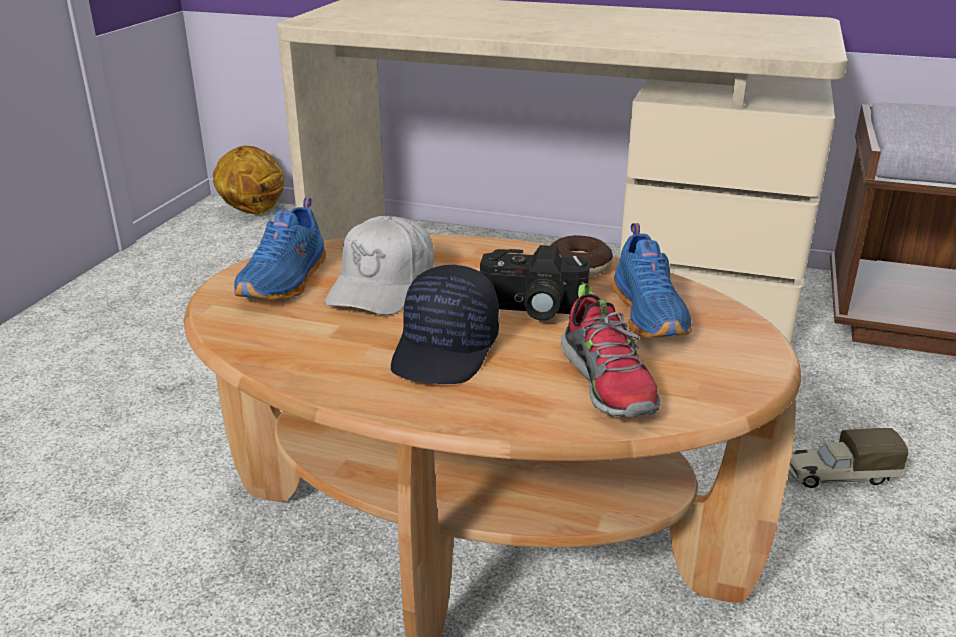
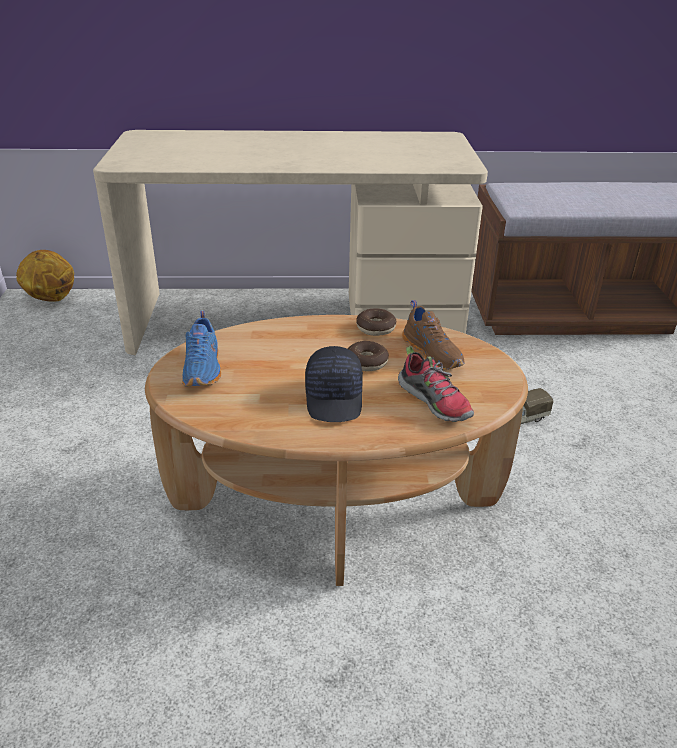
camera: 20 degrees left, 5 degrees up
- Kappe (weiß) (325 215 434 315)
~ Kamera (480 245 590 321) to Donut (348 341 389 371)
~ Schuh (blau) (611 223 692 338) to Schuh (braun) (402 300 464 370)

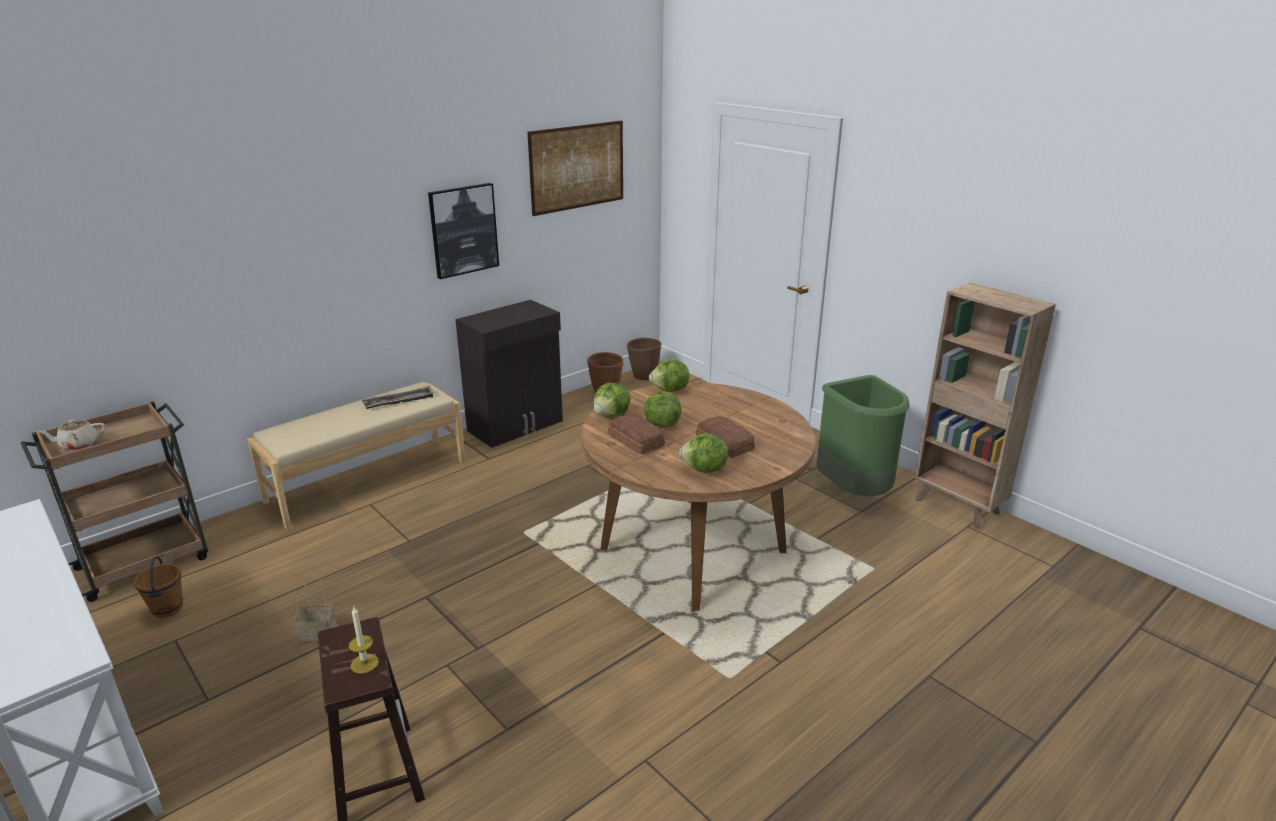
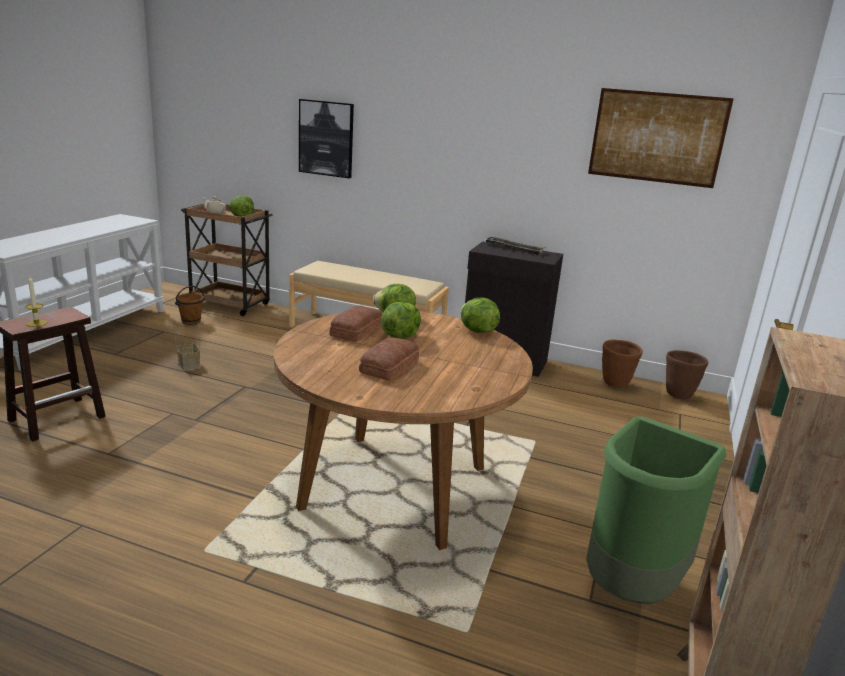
camera: 60 degrees right, 5 degrees down
~ Tablett (361 386 435 409) to (484 236 546 255)
~ Bild (428 183 499 279) to (299 99 354 178)
~ Salatkopf (679 434 728 473) to (229 195 254 217)

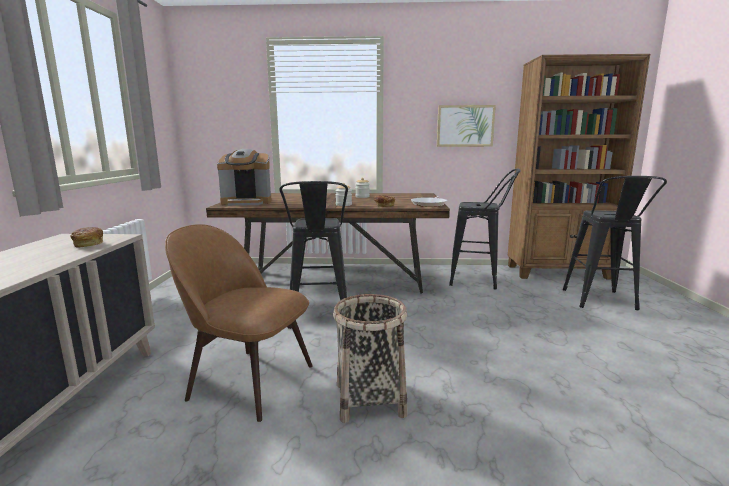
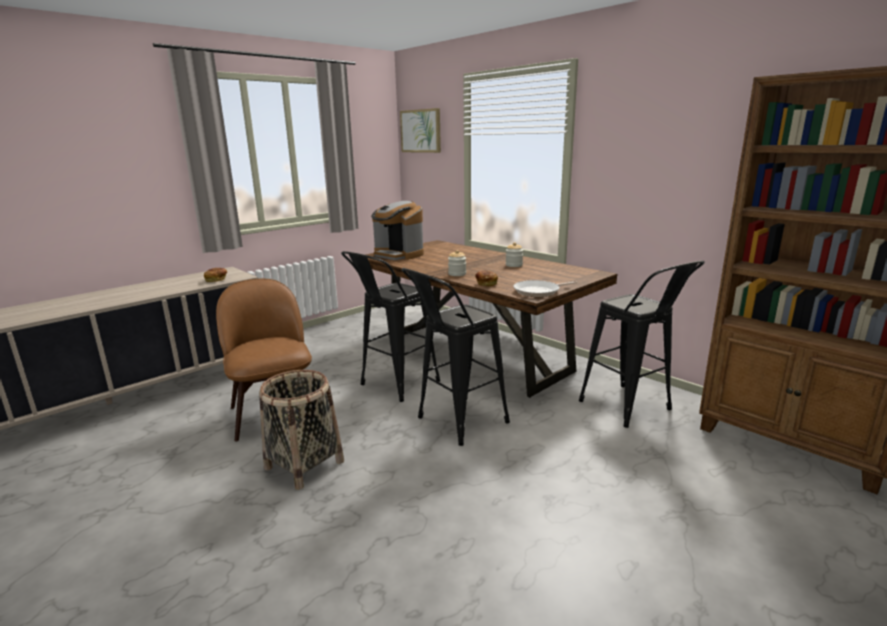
camera: 45 degrees right, 5 degrees up
~ Bild (437 105 496 147) to (400 108 441 153)
~ Hocker (schwarz) (563 176 667 310) to (401 268 510 446)

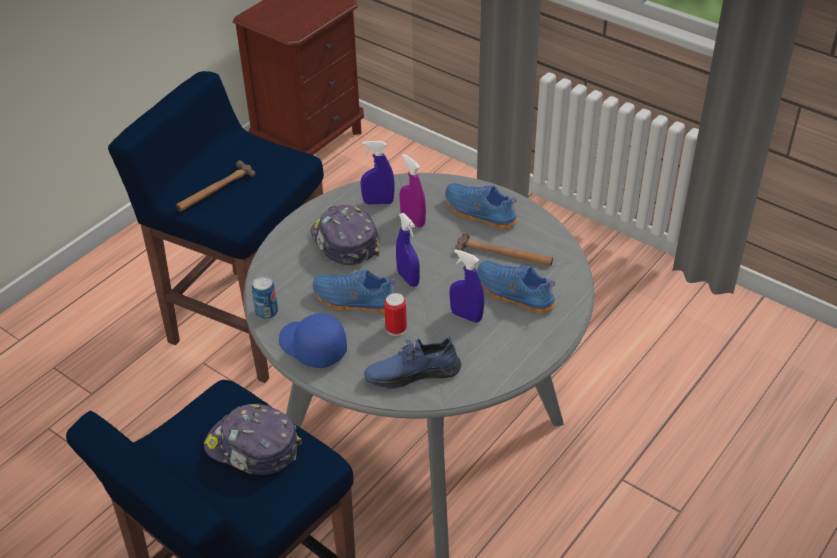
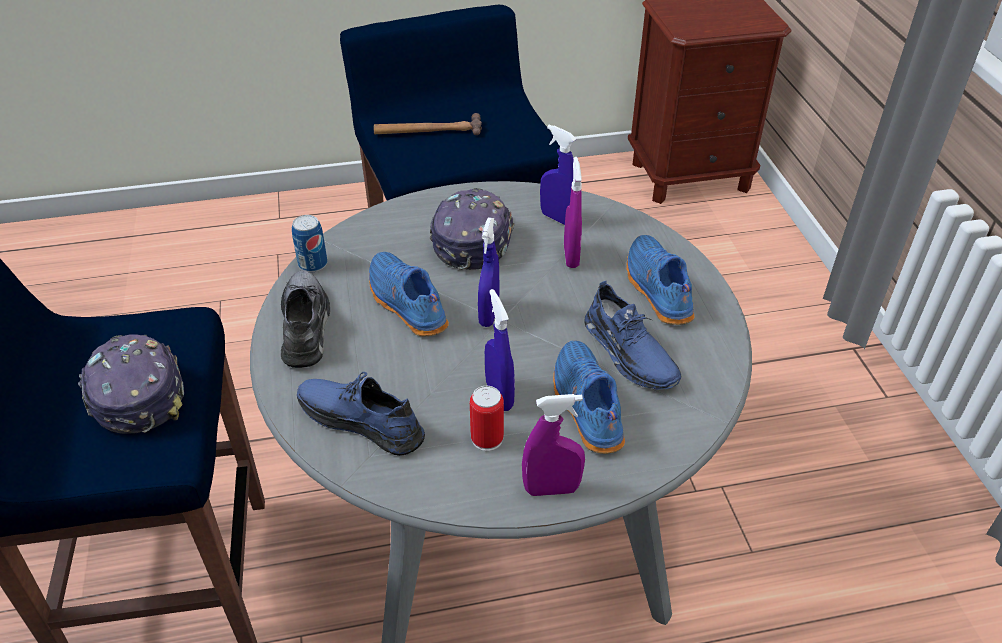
camera: 40 degrees right, 0 degrees up
+ Sprühflasche (lila) (522 394 585 496)
~ Dose (384 293 407 336) to (470 386 504 451)
~ Kappe (blau) (279 313 347 368) to Schuh (grau) (281 271 330 368)
~ Hammer (454 233 553 266) to Schuh (blau) (584 281 681 390)

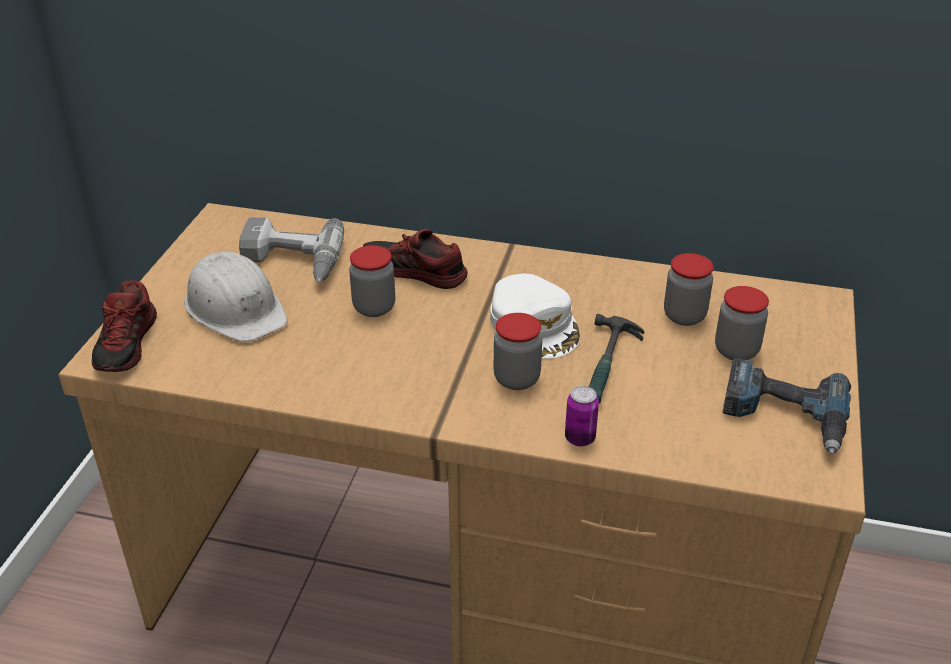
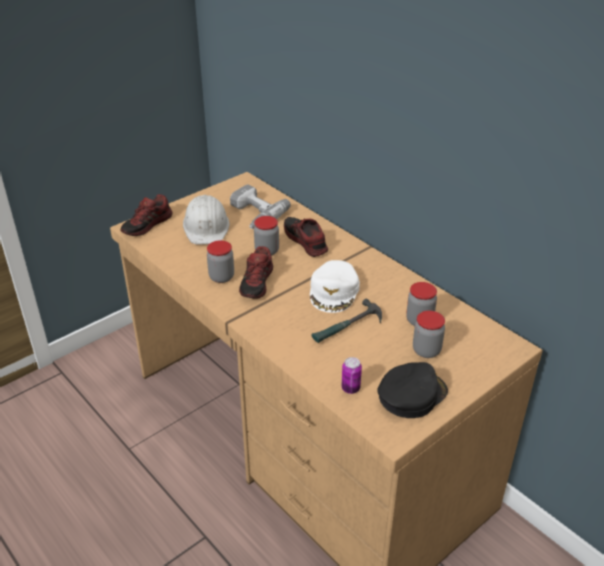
camera: 35 degrees right, 0 degrees up
+ Schuh (239 246 273 298)
~ Vorratsglas (494 313 542 390) to (207 240 234 283)
~ Dose (565 386 599 446) to (341 357 362 394)
~ Bohrmaschine (722 358 851 454) to Kappe (schwarz) (378 362 448 418)

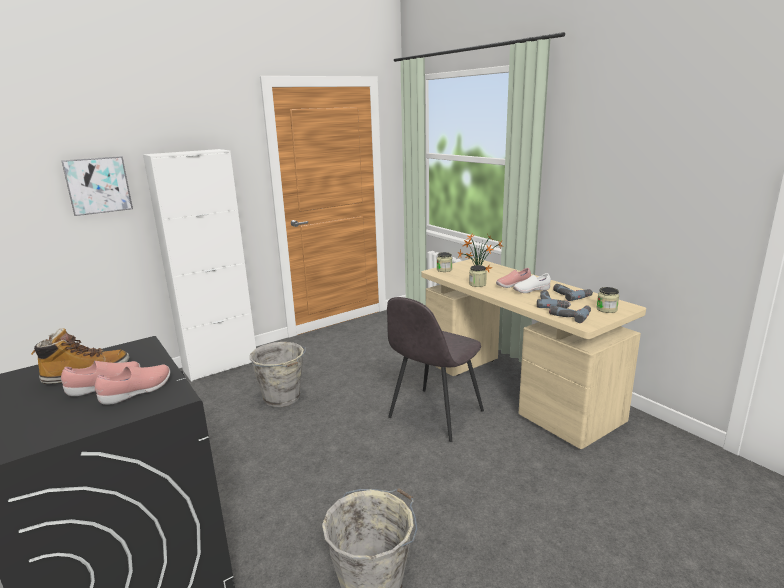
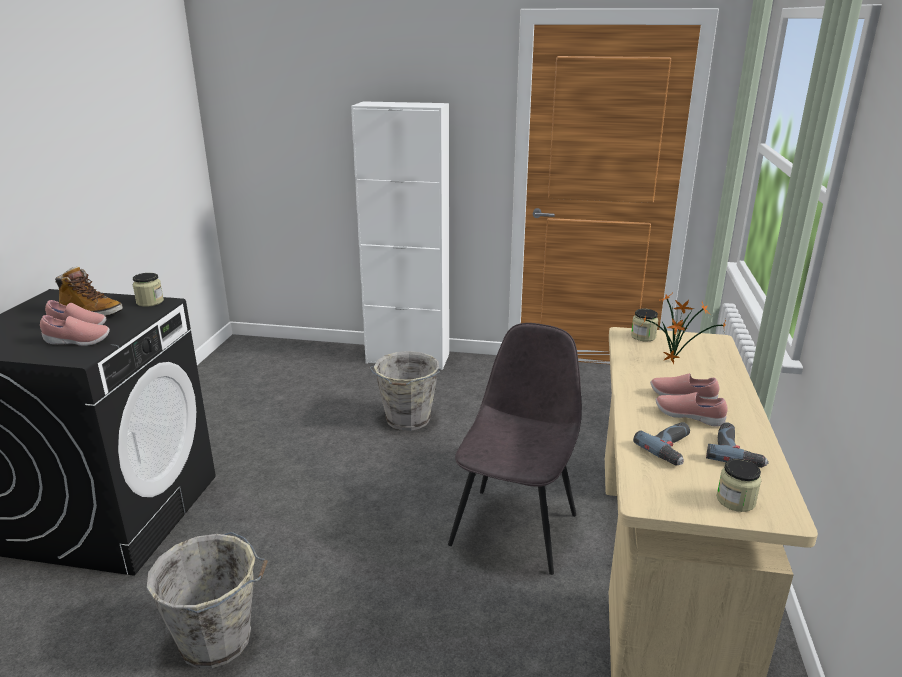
camera: 45 degrees right, 5 degrees up
- Bild (61 156 133 216)
- Bohrmaschine (549 306 591 323)
~ Vorratsglas (469 265 487 287) to (133 273 164 307)
~ Schuh (weiß) (513 273 551 293) to Schuh (rosa) (656 392 728 427)
~ Stuhl (grau) (387 297 484 442) = (448 323 582 575) 120 degrees clockwise

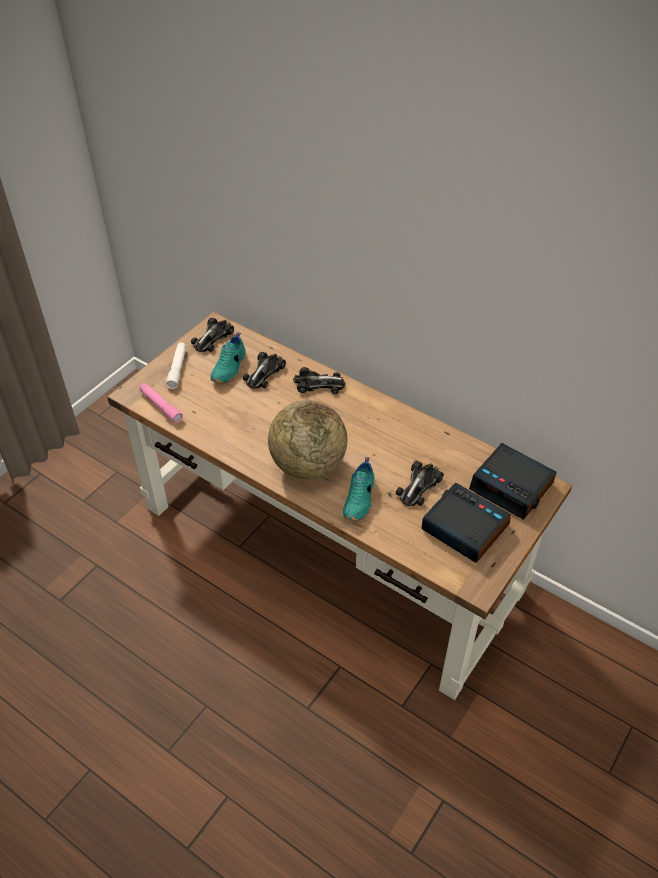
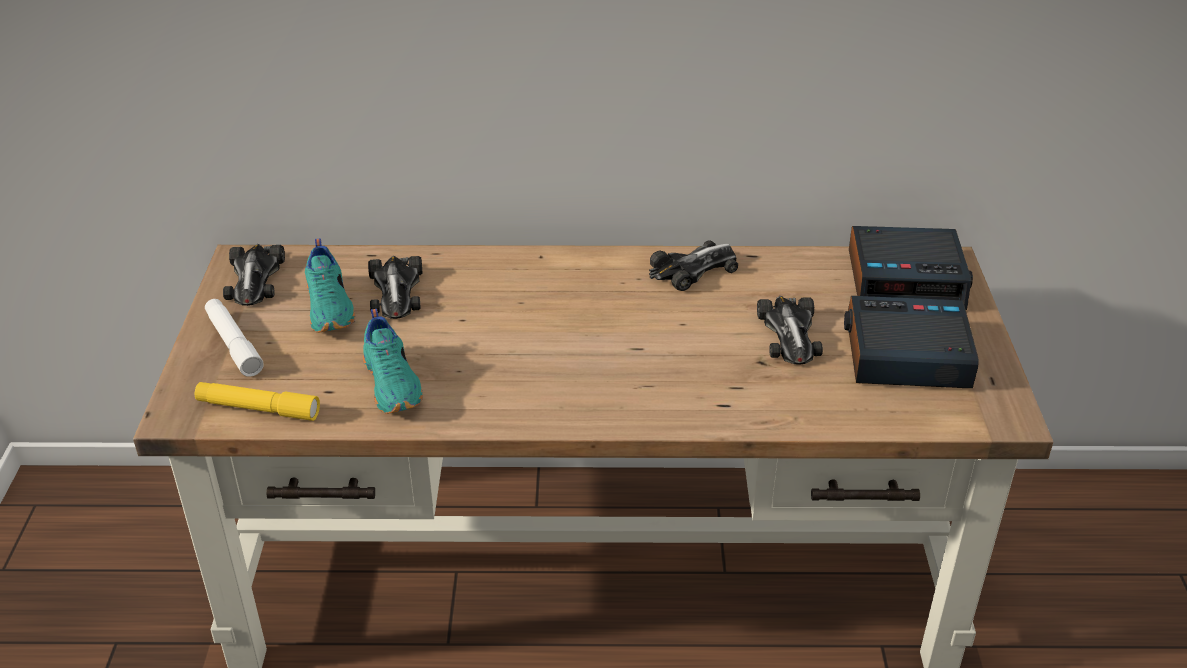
camera: 35 degrees left, 10 degrees down
- Globus (268 400 347 480)
~ Spielzeugauto (293 367 345 394) to (649 240 738 291)
~ Schuh (türkis) (343 457 374 520) to (363 309 423 414)
~ Taschenlampe (rosa) (139 383 183 423) to Taschenlampe (gelb) (195 382 320 421)

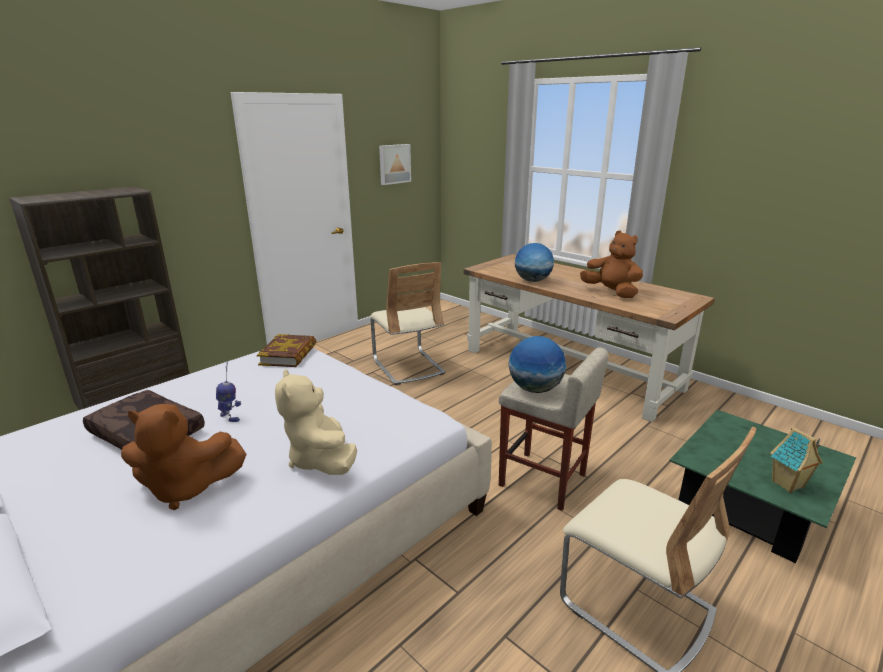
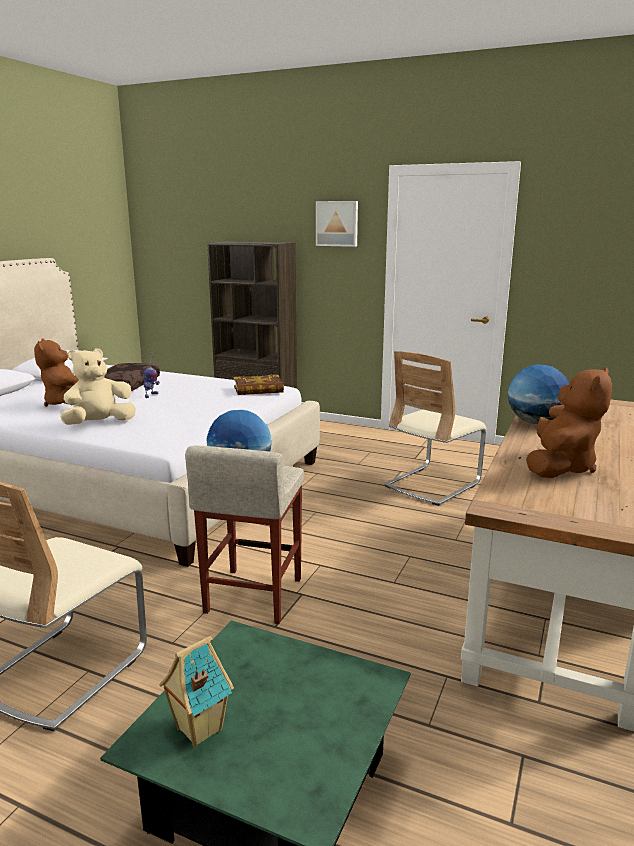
camera: 70 degrees right, 5 degrees down
~ Bild (379 144 411 185) to (316 201 358 247)

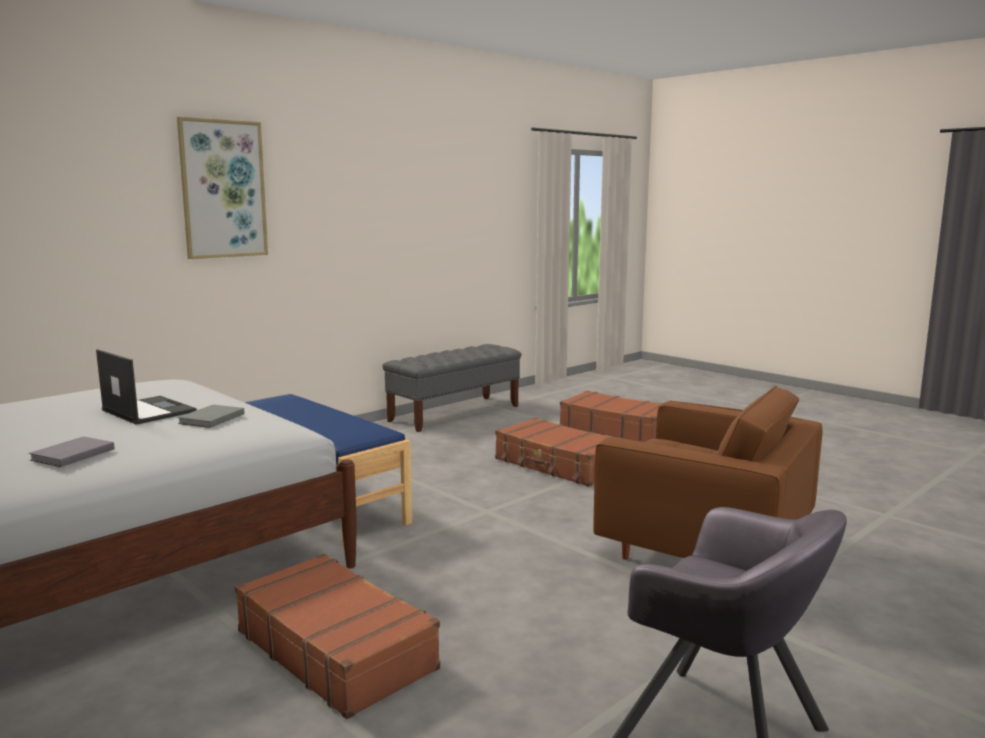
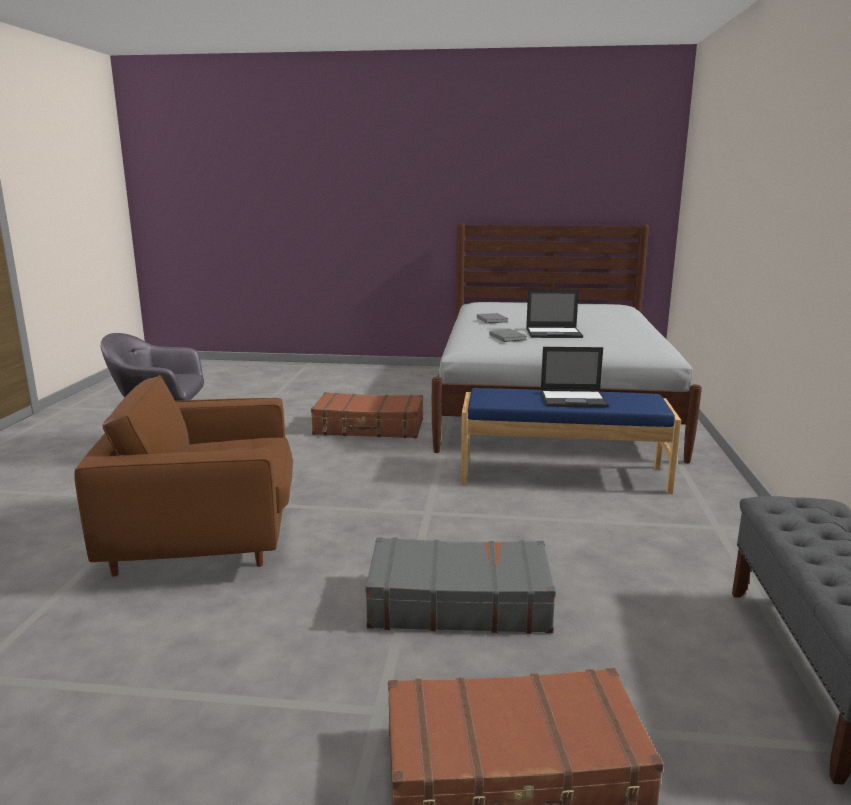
camera: 140 degrees right, 5 degrees up
- Bild (177 117 268 259)
+ Laptop (541 347 609 408)
~ Koffer (braun) (495 418 610 487) to Koffer (grau) (365 537 556 634)

